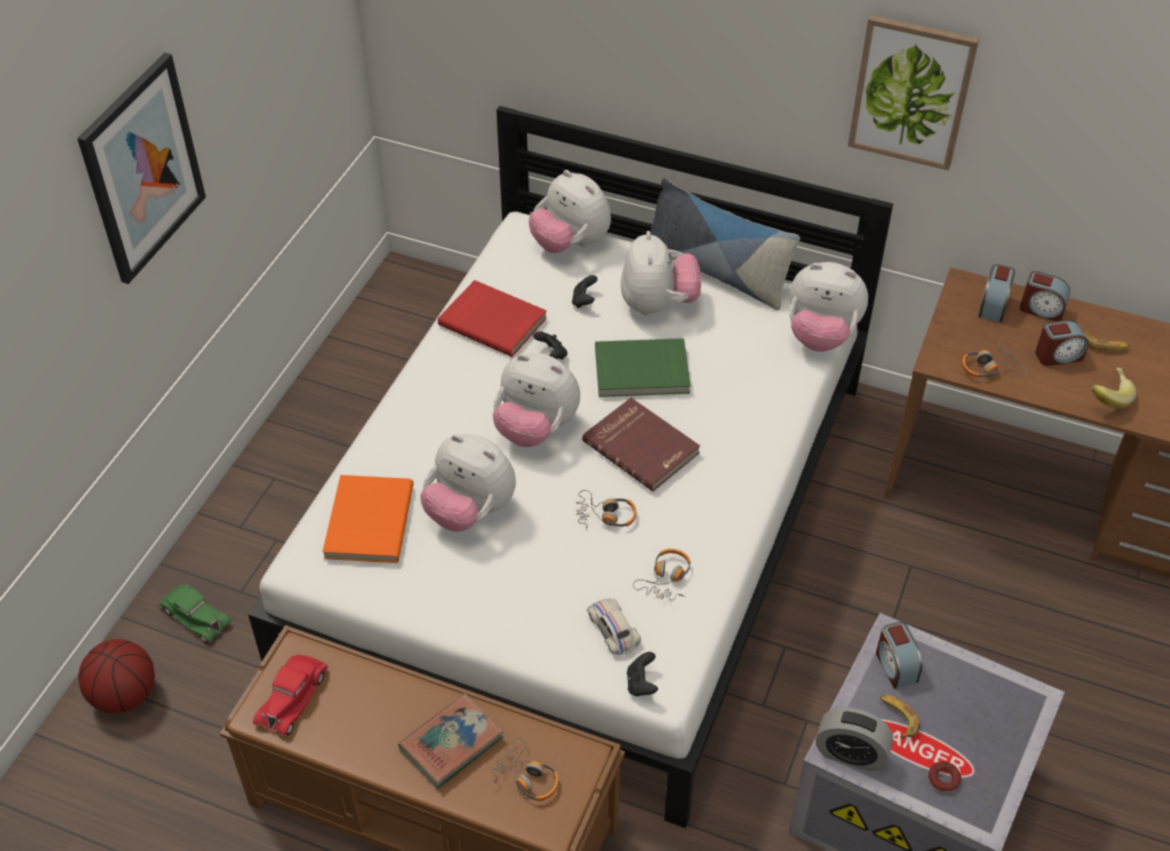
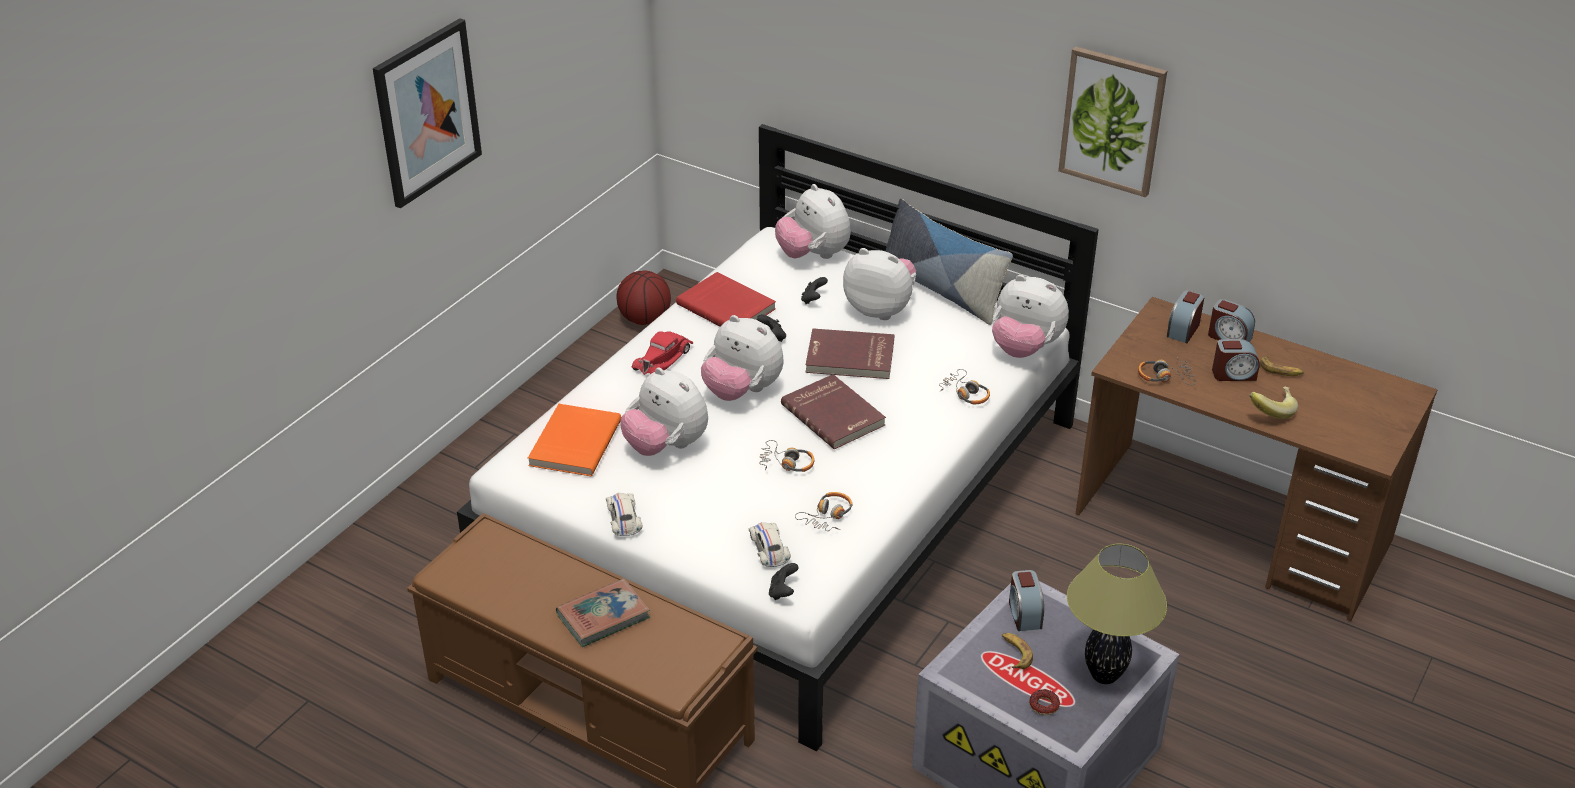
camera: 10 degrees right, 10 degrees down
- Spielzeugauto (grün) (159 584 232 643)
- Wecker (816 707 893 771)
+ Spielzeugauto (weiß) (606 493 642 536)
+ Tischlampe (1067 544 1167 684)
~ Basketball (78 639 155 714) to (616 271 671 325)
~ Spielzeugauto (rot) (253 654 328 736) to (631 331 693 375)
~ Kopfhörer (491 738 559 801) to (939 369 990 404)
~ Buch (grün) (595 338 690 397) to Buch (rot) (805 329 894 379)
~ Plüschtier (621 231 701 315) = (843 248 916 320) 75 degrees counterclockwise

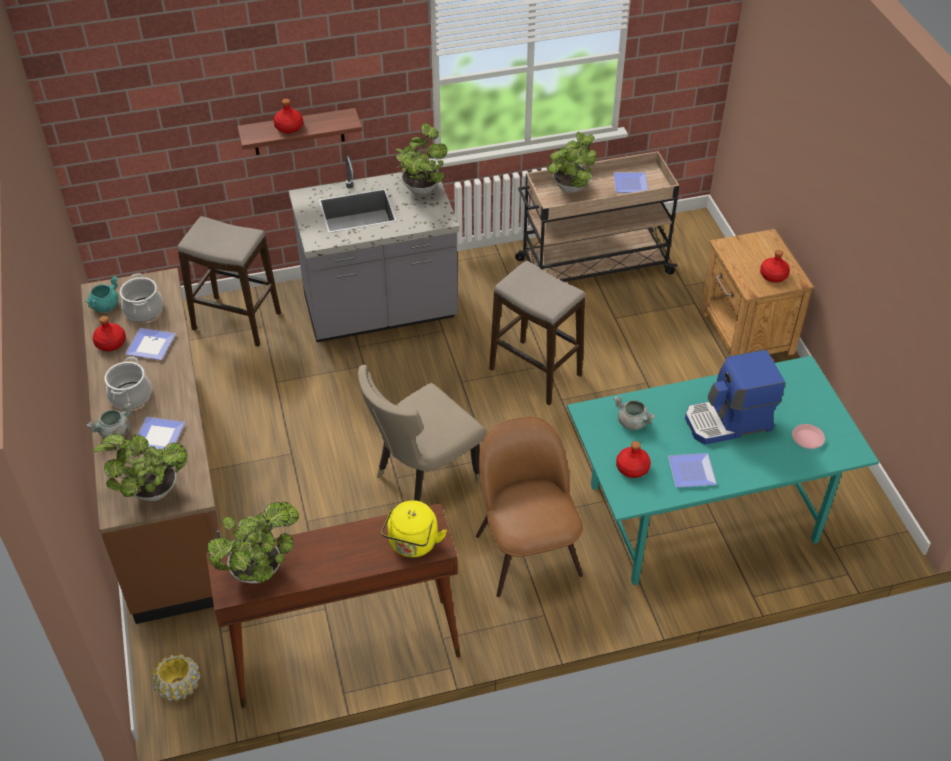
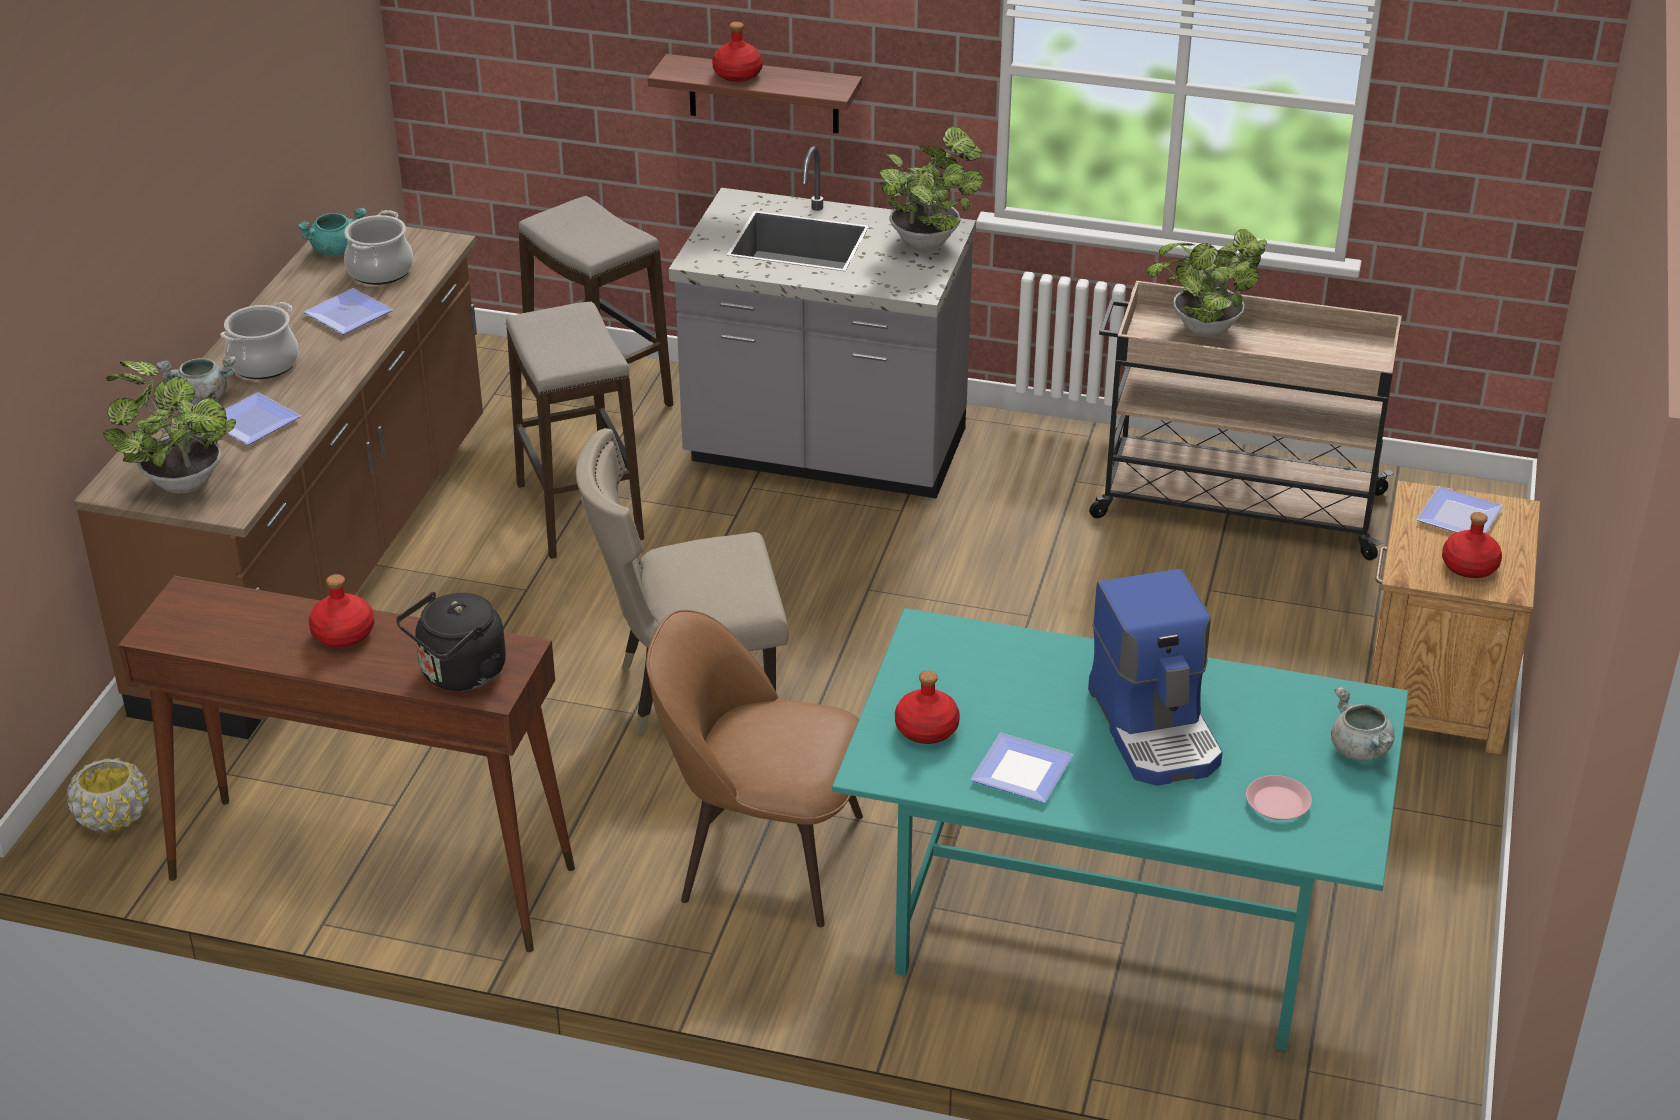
camera: 30 degrees right, 10 degrees down
- Topfpflanze (208 502 299 584)
~ Flasche (rot) (93 316 126 351) to (309 574 374 647)
~ Hocker (489 261 585 405) to (506 302 644 559)
~ Teller (613 172 648 193) to (1416 486 1503 533)
~ Kochtopf (grau) (614 396 655 430) to (1331 687 1395 761)
~ Wasserkessel (gelb) (381 500 447 557) to Wasserkessel (schwarz) (396 592 506 691)
~ Stuhl (braun) (476 416 583 597) = (646 610 863 927) 90 degrees counterclockwise
~ Kaffeemaschine (685 350 785 445) = (1088 569 1223 786) 120 degrees counterclockwise

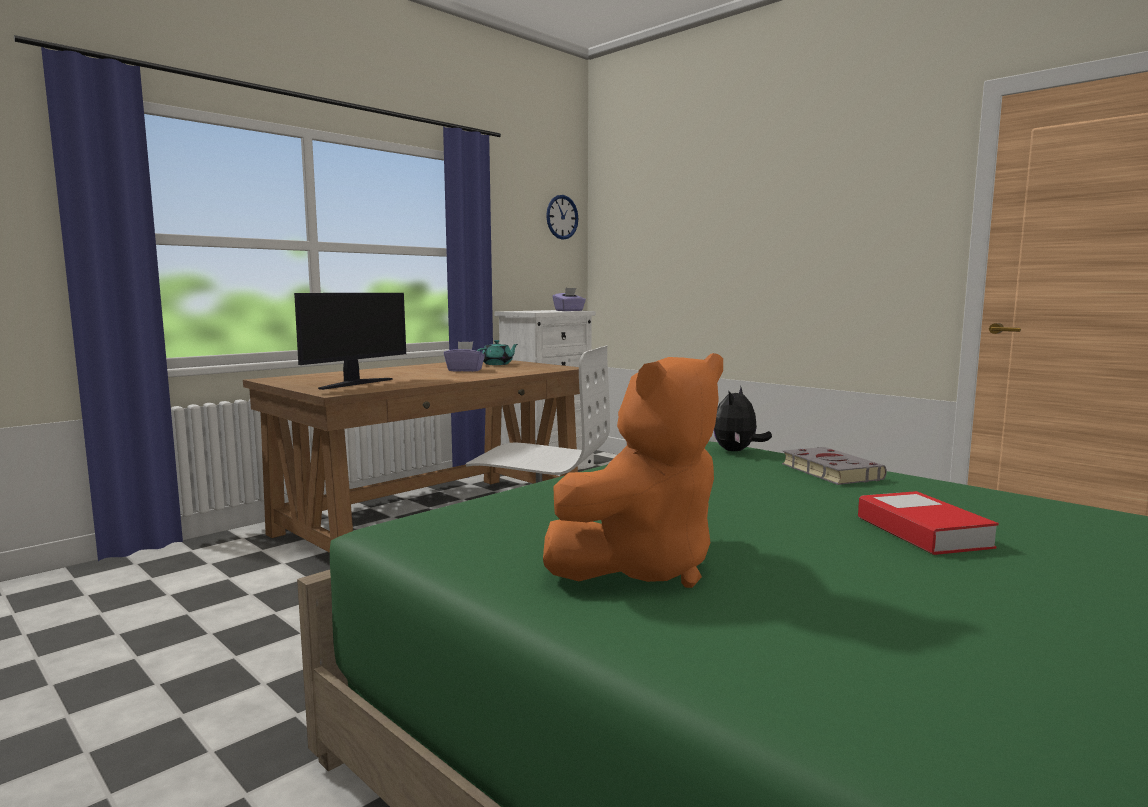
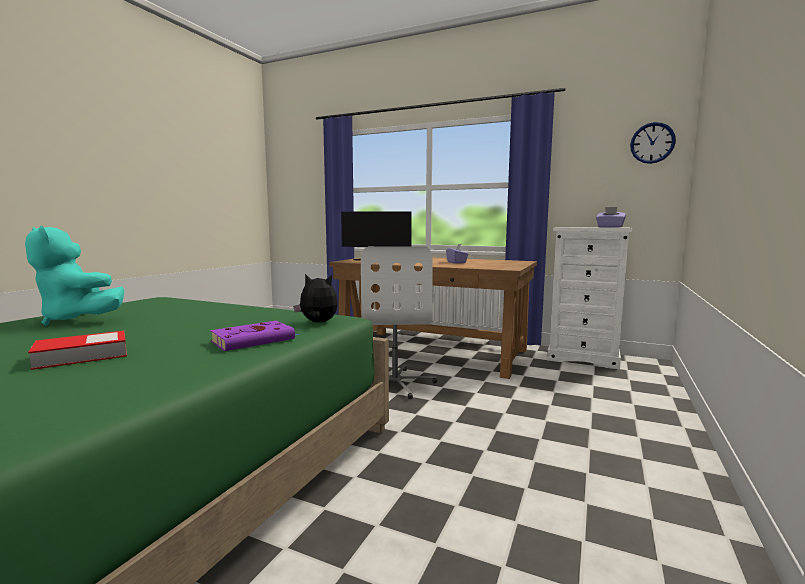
camera: 70 degrees right, 0 degrees up
- Teekanne (türkis) (477 340 518 365)
~ Plüschtier (orange) (543 353 723 588) to Plüschtier (türkis) (25 225 124 326)
~ Buch (grau) (782 447 887 485) to Buch (lila) (210 321 301 351)

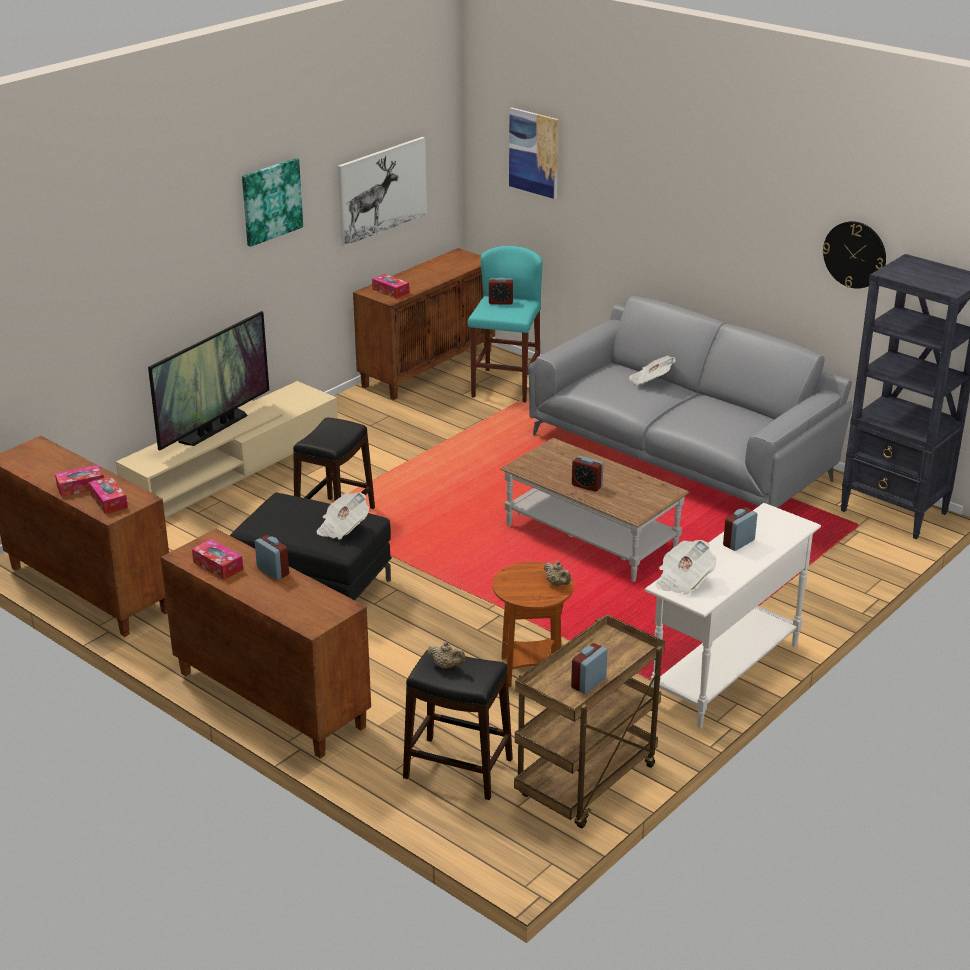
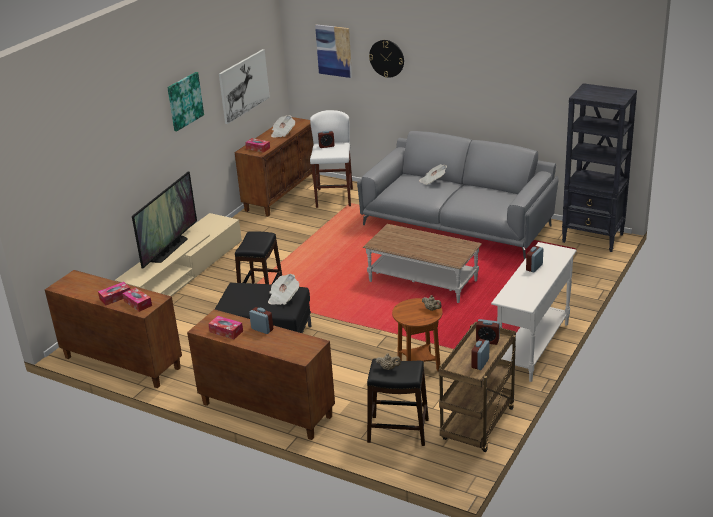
camera: 10 degrees left, 0 degrees up
~ Wecker (572 456 604 492) to (476 319 500 345)
~ Zeitung (656 540 716 594) to (271 115 295 138)
~ Wanduhr (822 221 886 289) to (369 40 404 78)
~ Hocker (türkis) (468 246 542 402) to Hocker (weiß) (310 110 353 208)

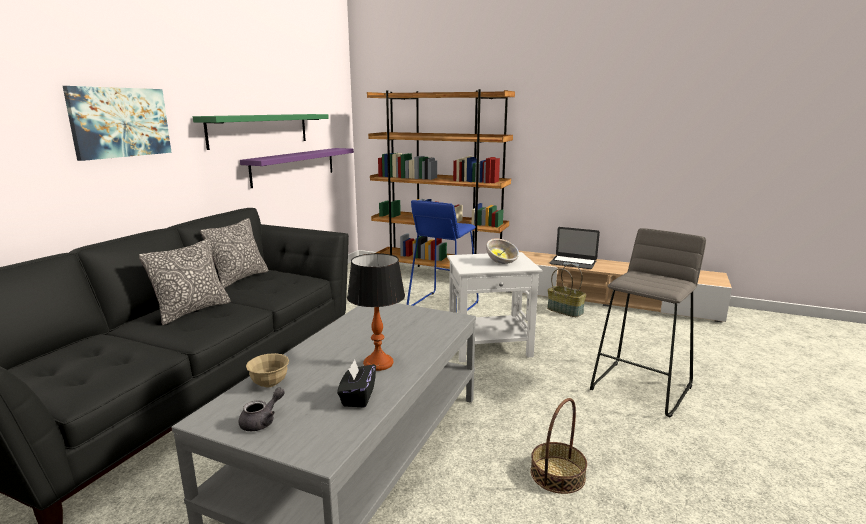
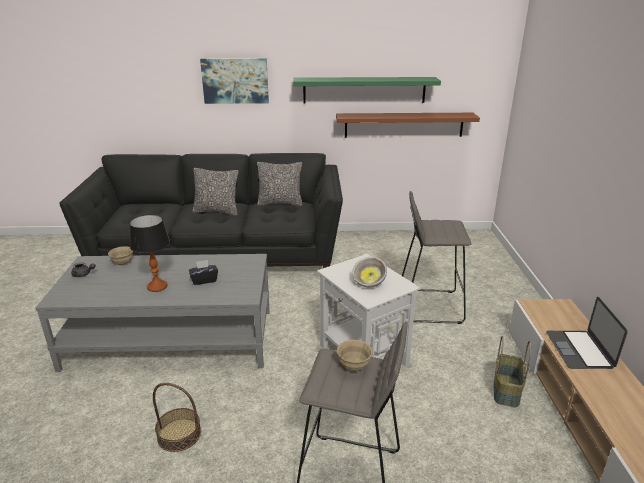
camera: 65 degrees right, 10 degrees up
- Bücherregal (braun) (367 89 515 269)
+ Schüssel (beige) (337 340 372 371)
~ Taschentuchbox (schwarz) (337 360 376 408) to (189 260 218 285)
~ Wandregal (lila) (240 148 354 188) to Wandregal (braun) (336 113 480 138)
~ Hocker (blau) (407 200 479 313) to Hocker (grau) (402 191 472 324)

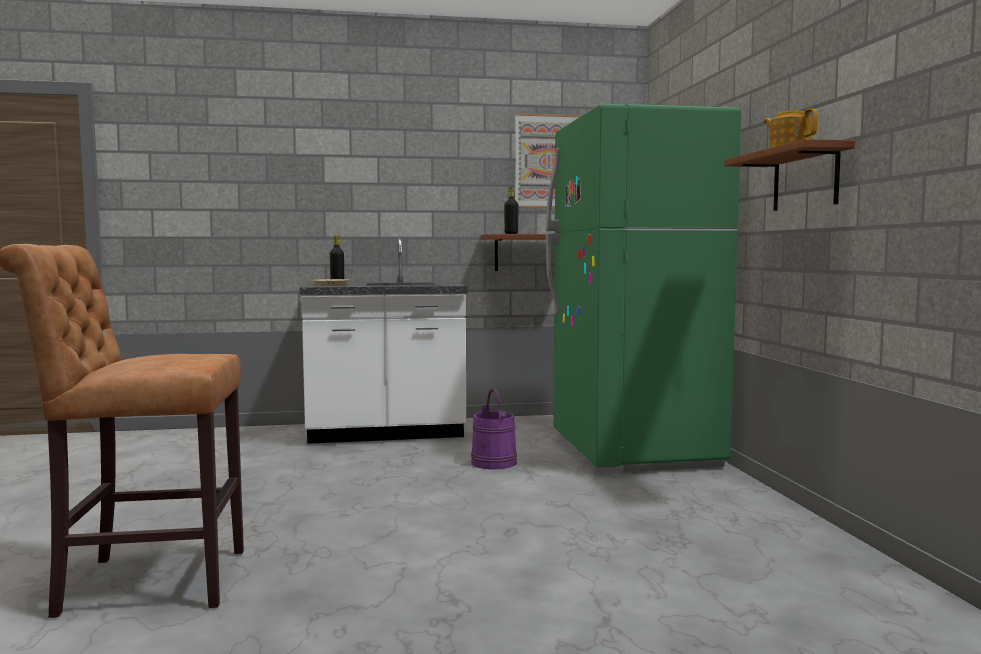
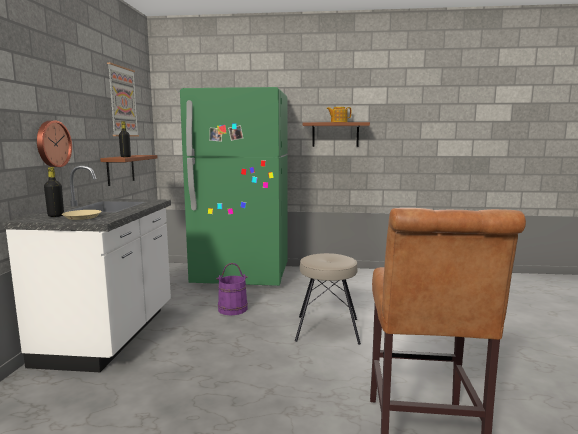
camera: 75 degrees left, 5 degrees up
+ Wanduhr (37 120 72 167)
+ Hocker (beige) (295 253 361 345)

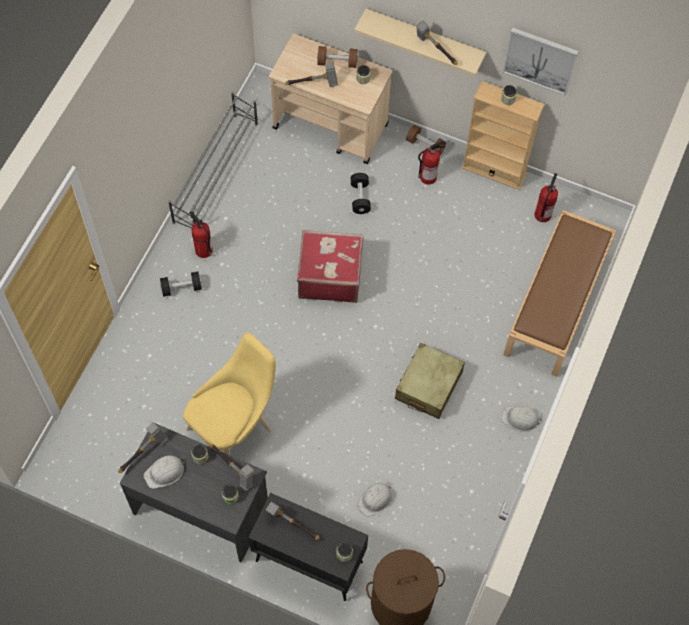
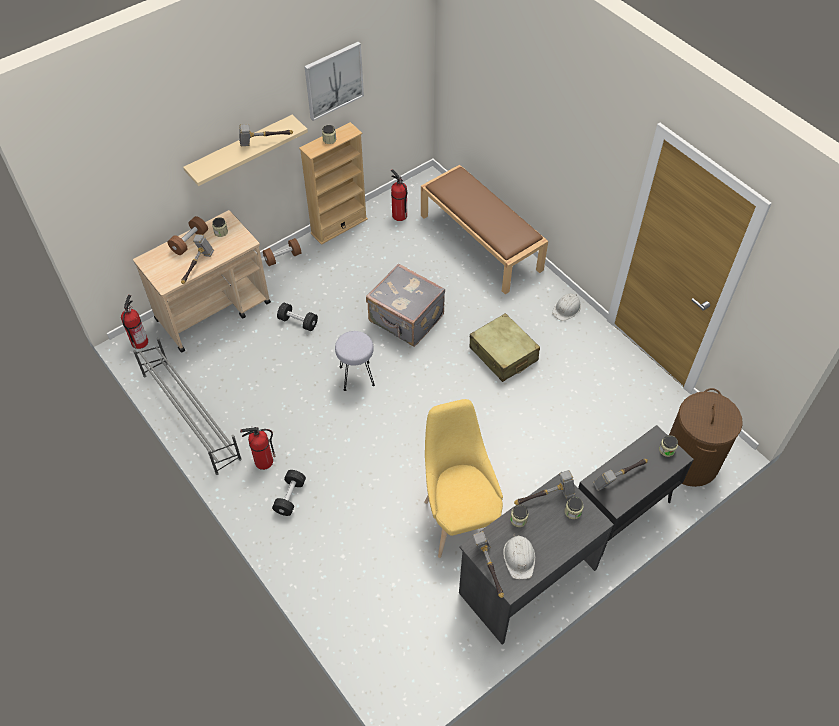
camera: 60 degrees left, 10 degrees down
- Schutzhelm (weiß) (357 482 392 517)
+ Koffer (grau) (366 263 445 347)
~ Feuerlöscher (418 141 446 184) to (121 295 148 349)
~ Koffer (rot) (297 230 363 303) to Hocker (grau) (335 331 375 391)

